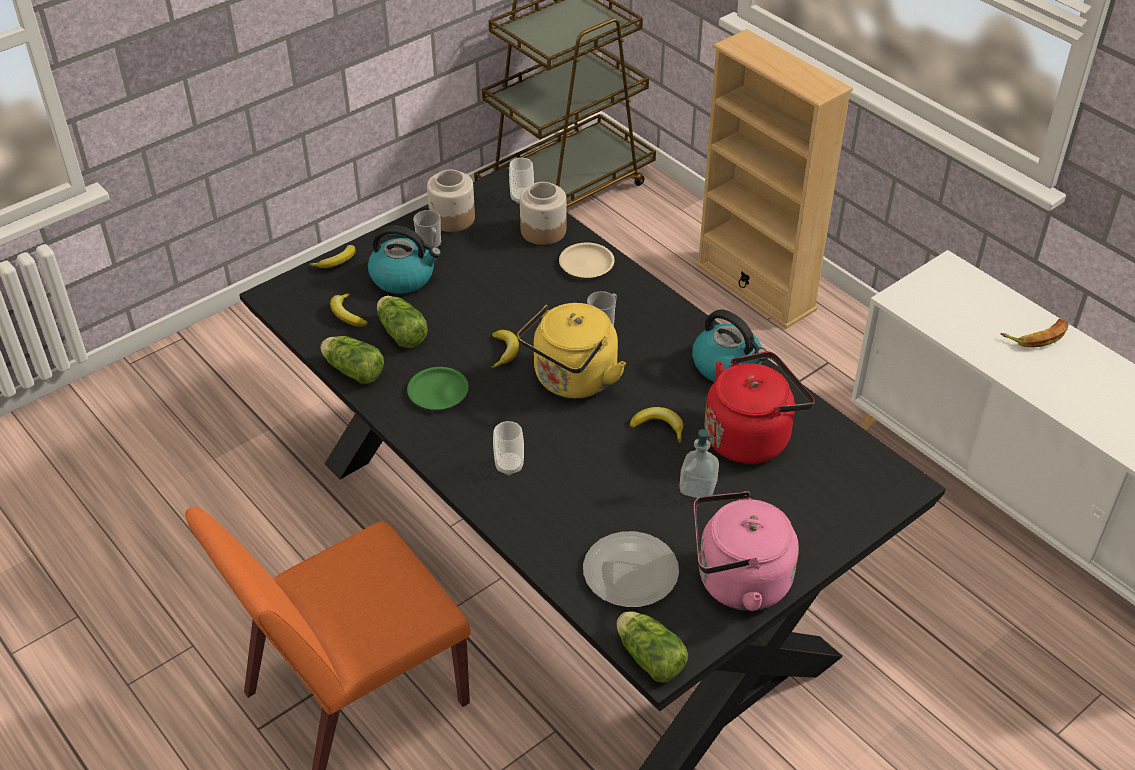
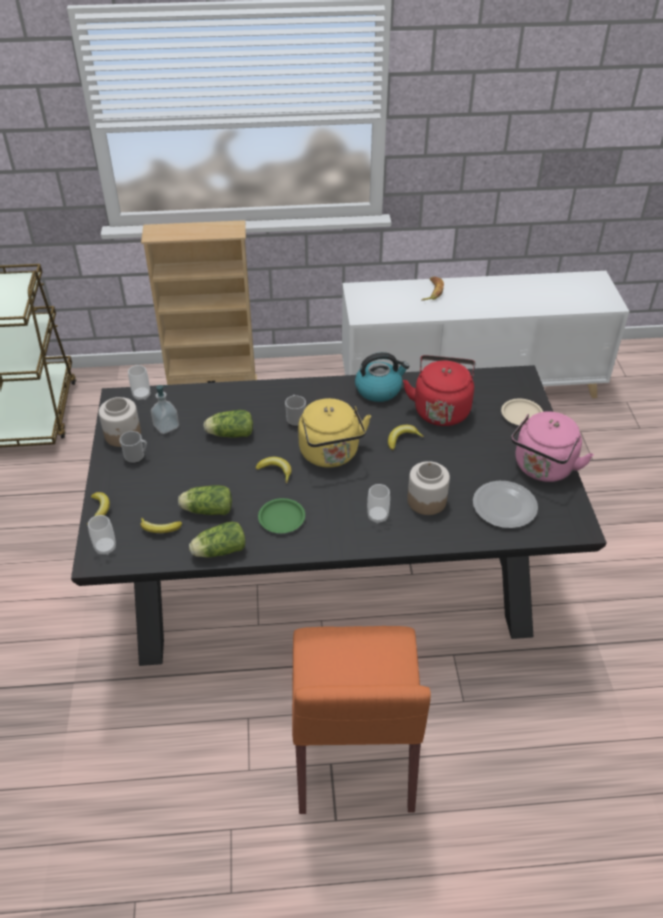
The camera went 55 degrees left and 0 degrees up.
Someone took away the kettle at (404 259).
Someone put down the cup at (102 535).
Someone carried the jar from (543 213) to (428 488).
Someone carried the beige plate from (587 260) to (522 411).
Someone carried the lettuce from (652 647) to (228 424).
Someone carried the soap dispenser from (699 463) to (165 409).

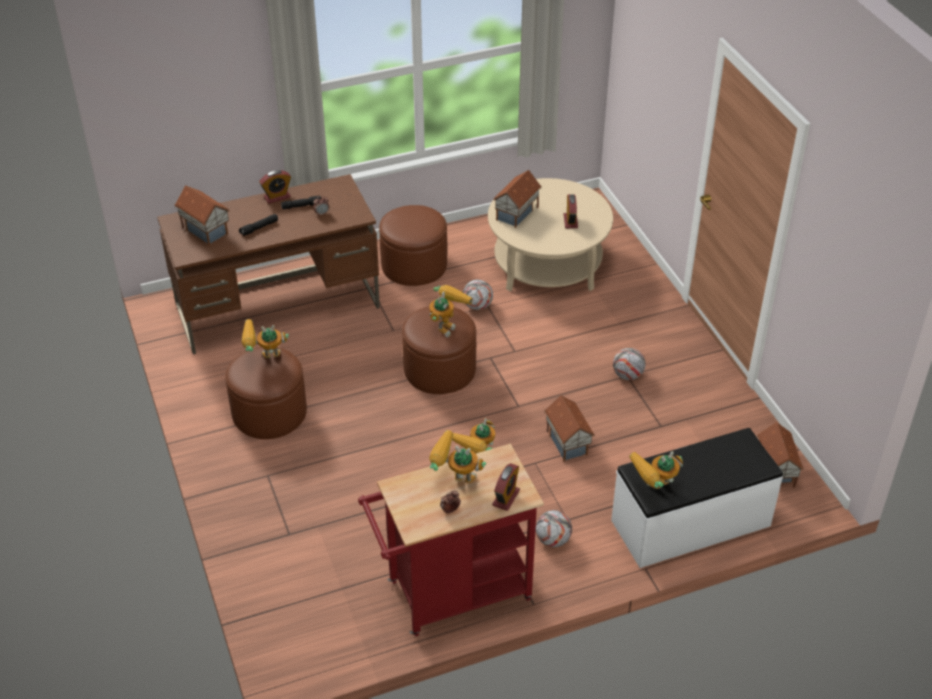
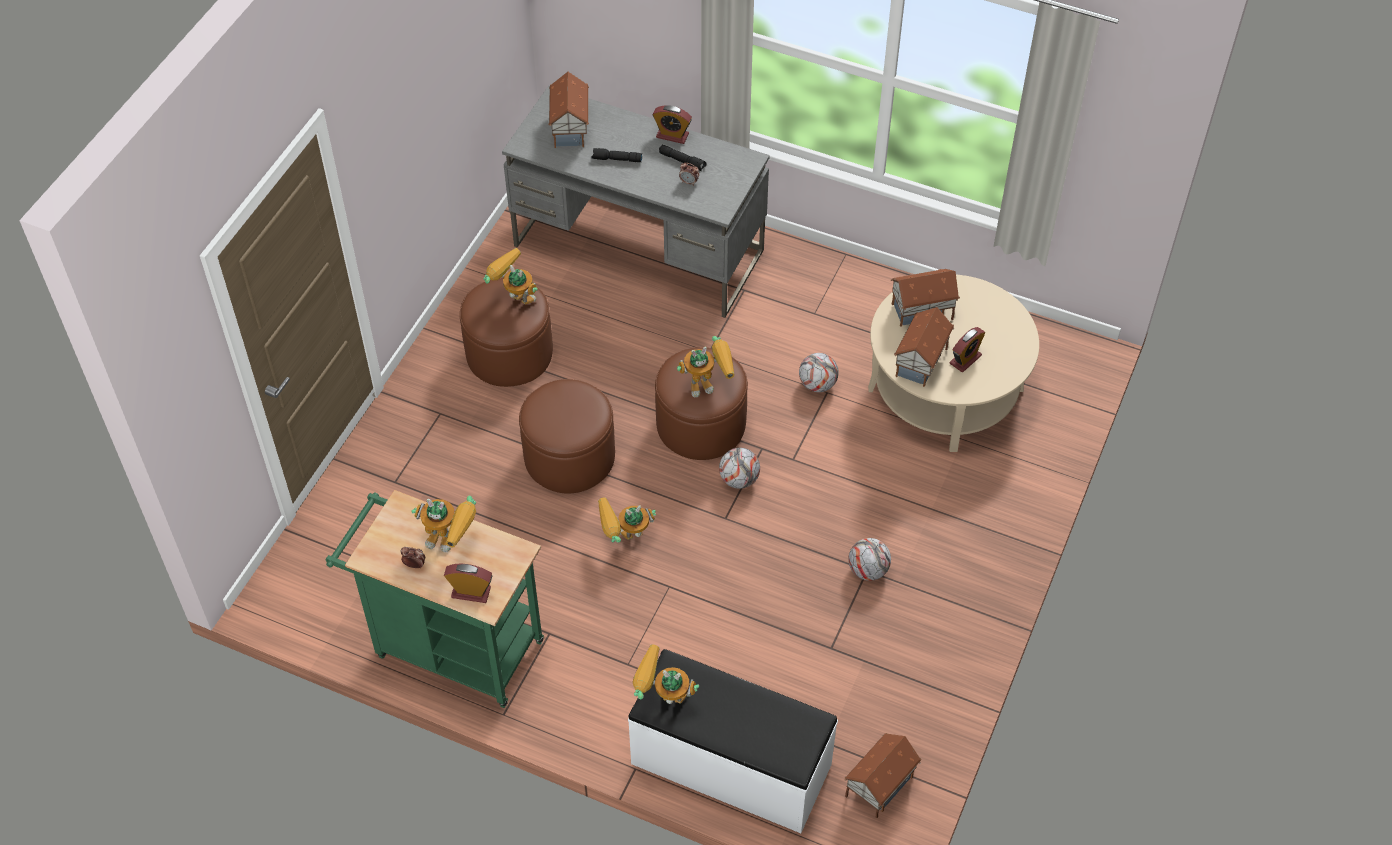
The camera went 45 degrees right and 10 degrees up.
Someone carried the brown ottoman from (413 245) to (567 436).
Someone carried the football from (554 528) to (739 468).
Someone carried the toy house from (569 428) to (924 347).
Someone repainted the brown desk at (268 264), which became the grey desk at (636 202).
Someone repainted the red cart at (451 540), which became the green cart at (435 599).
Someone rotated the toy robot at (457 456) by 135 degrees clockwise.
Someone rotated the alarm clock at (506 487) by 150 degrees counterclockwise.

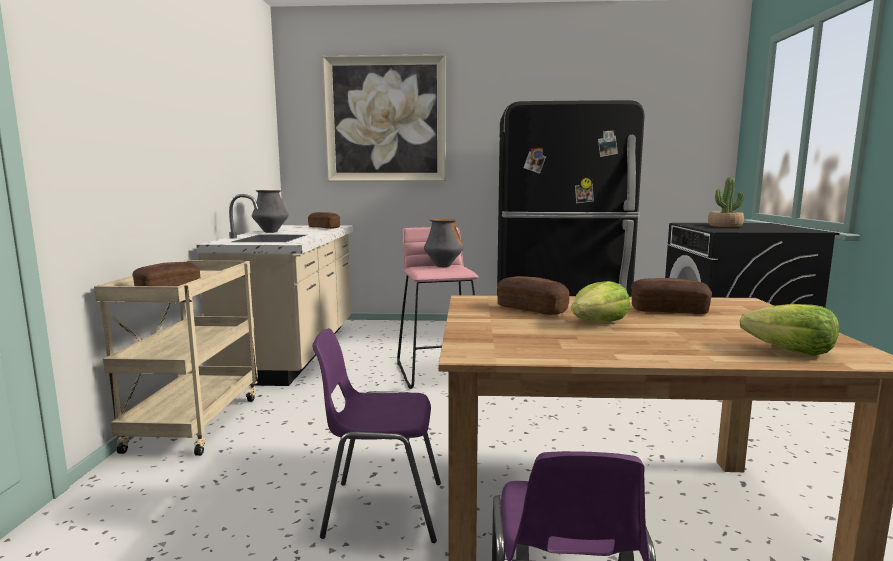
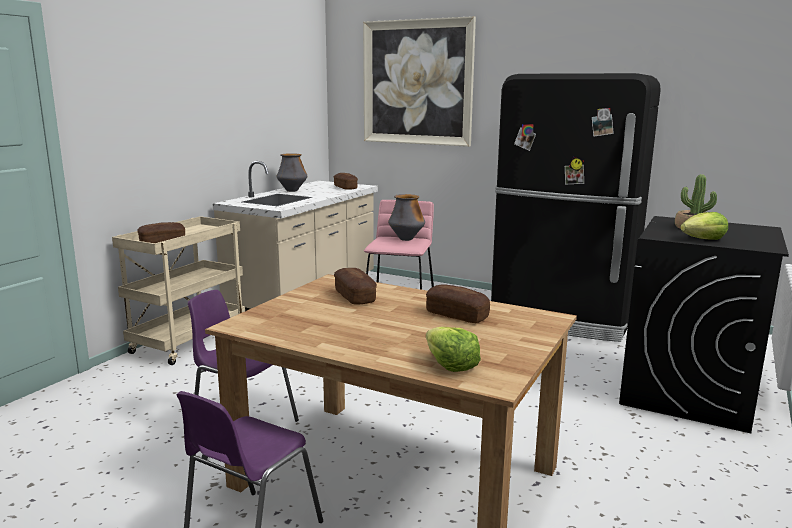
The camera went 25 degrees right and 5 degrees up.
Someone carried the lettuce from (600 301) to (704 226).

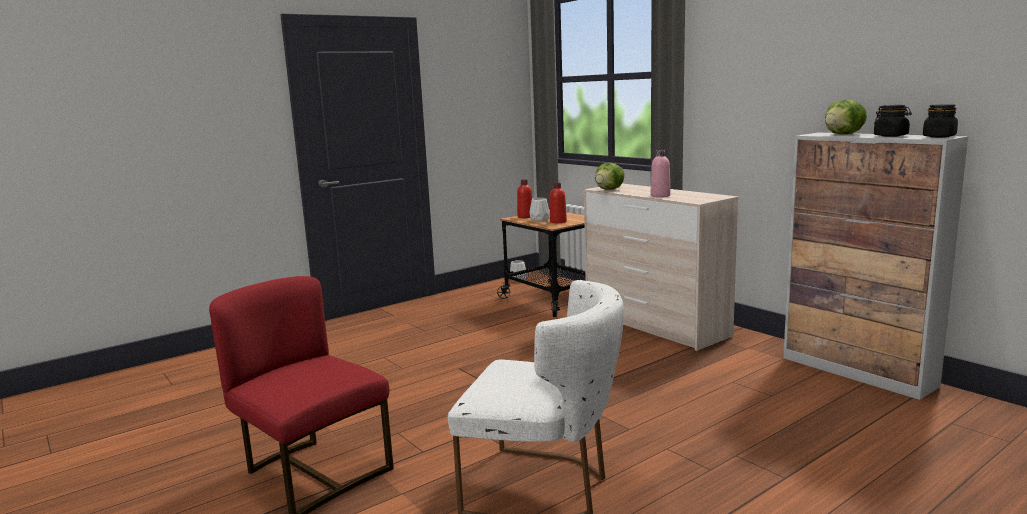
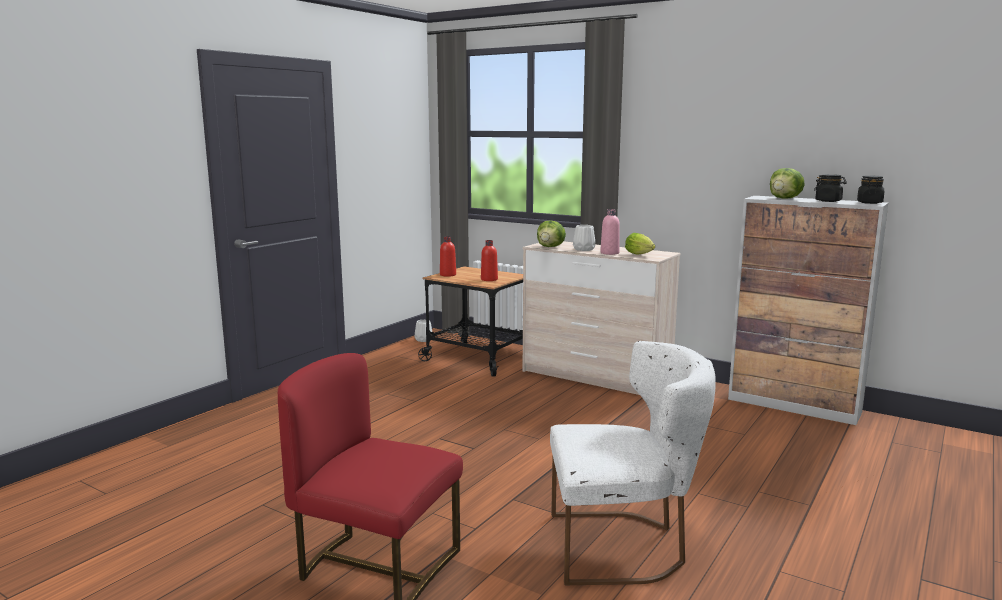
The camera went 20 degrees left and 0 degrees up.
Someone put down the lettuce at (640 244).
Someone carried the white vase from (539 210) to (584 238).

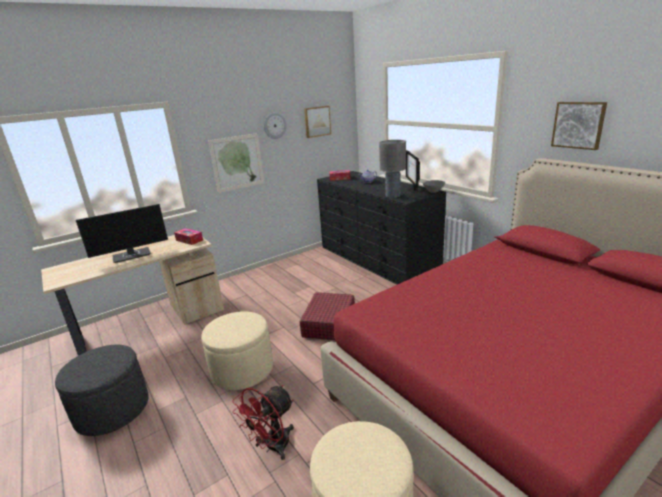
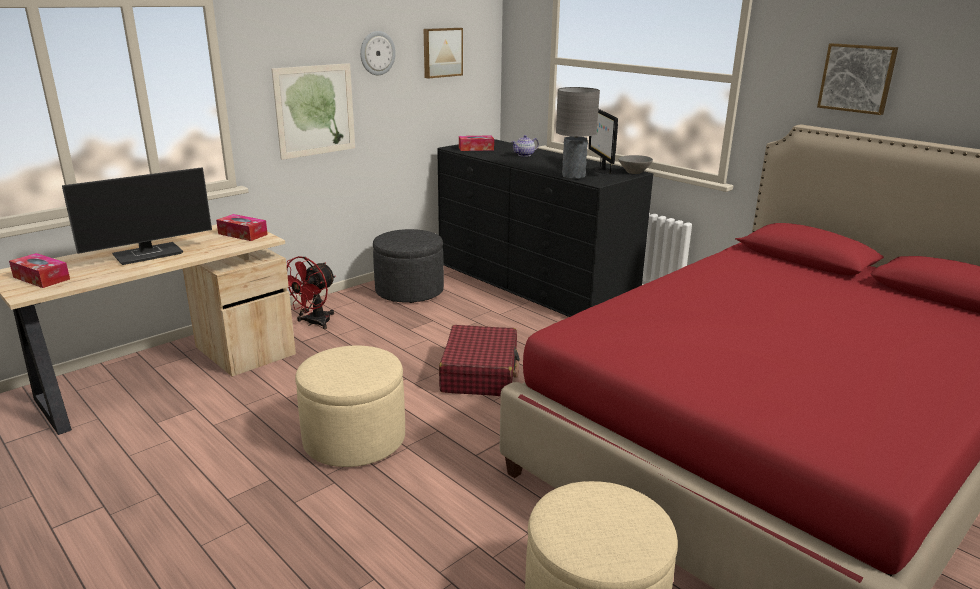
The camera went 10 degrees left and 0 degrees up.
Someone put down the tissue box at (39 270).
Someone carried the grey ottoman from (102 390) to (408 266).
Someone carried the red fan from (263 422) to (311 292).

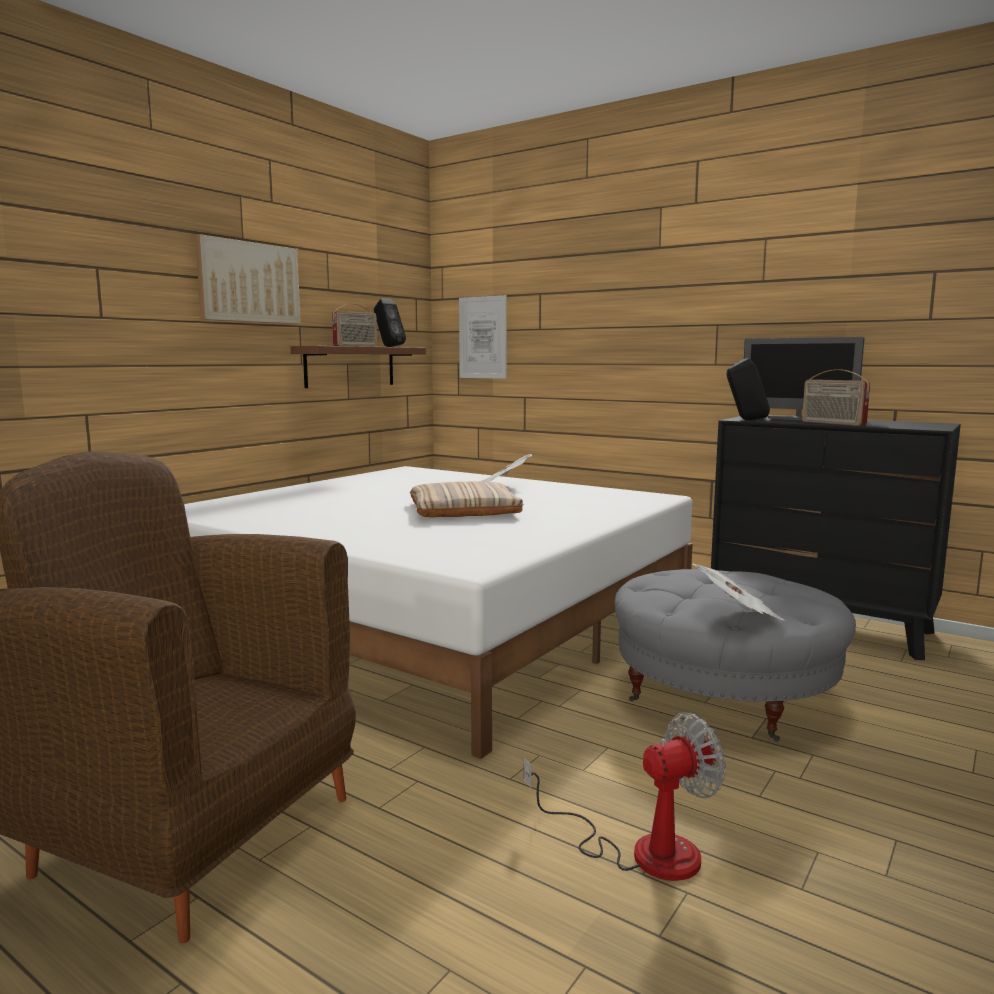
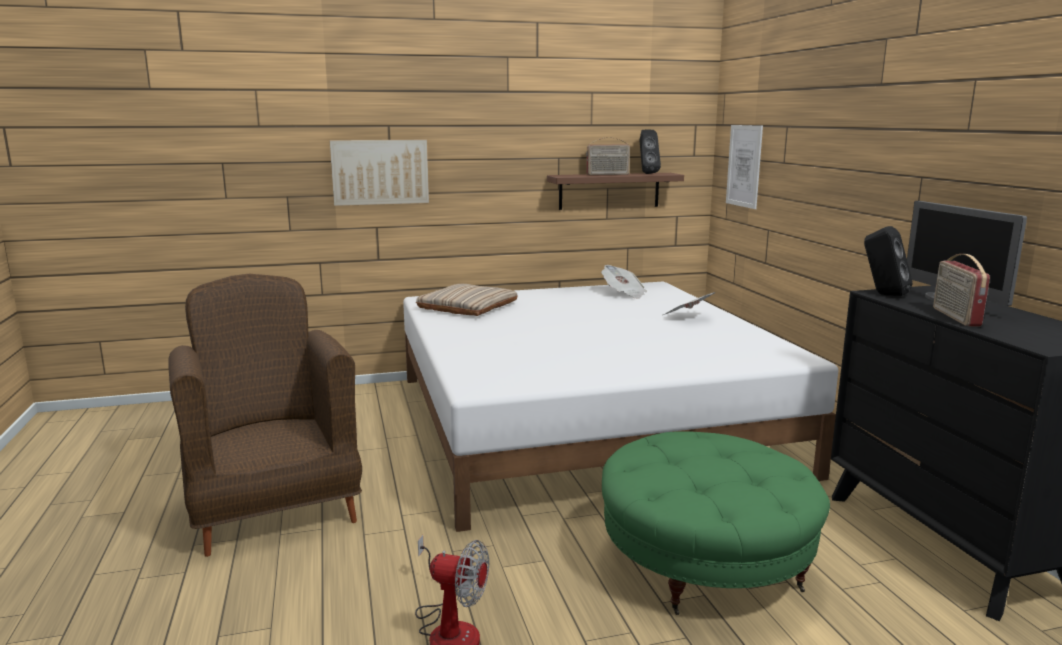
The camera went 40 degrees right and 5 degrees up.
Someone carried the picture from (248 279) to (379 173).
Someone carried the beige pillow from (466 499) to (467 300).
Someone carried the newspaper from (738 592) to (624 282).
Someone repainted the grey ottoman at (735 655), which became the green ottoman at (716 523).

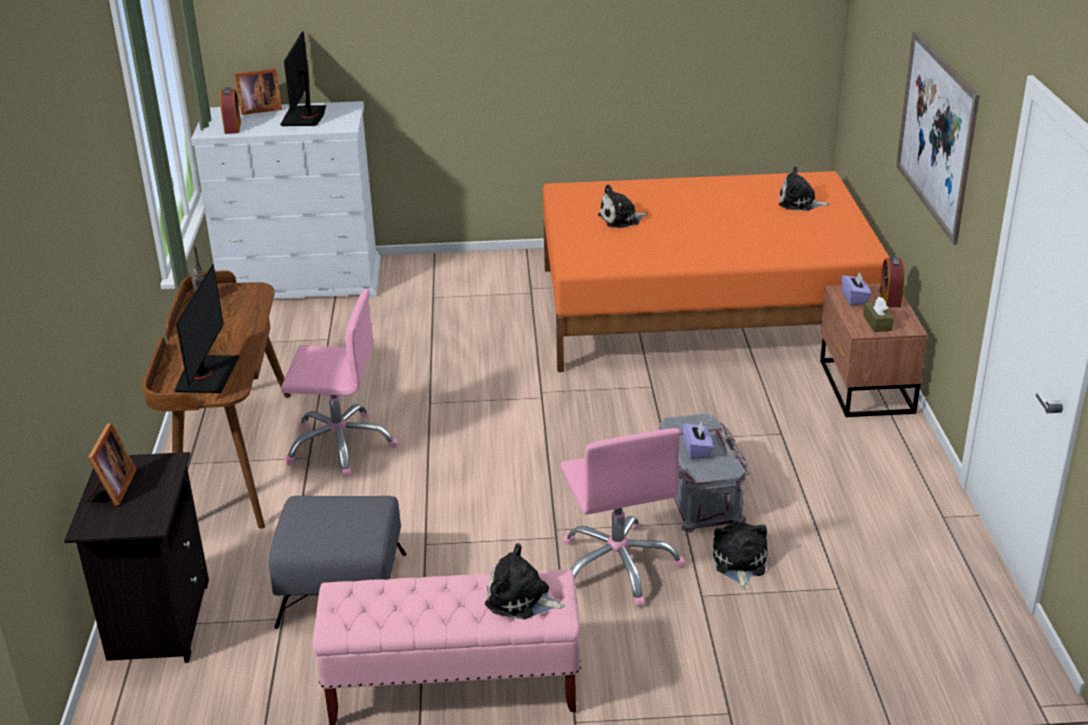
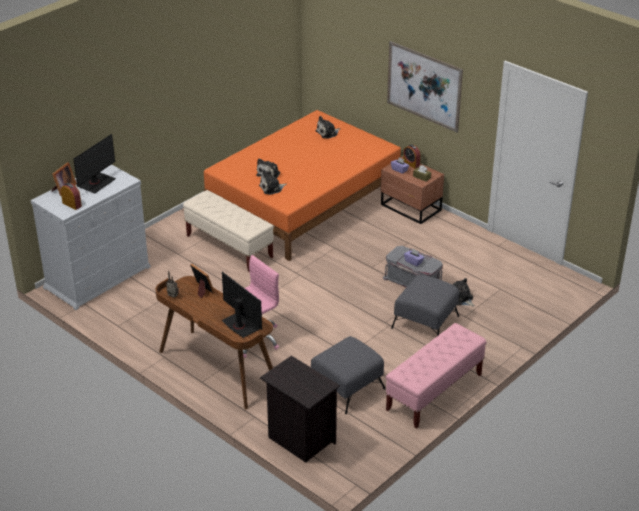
The camera went 45 degrees left and 5 degrees up.
Someone put down the beige bench at (228 231).
Someone carried the picture frame from (111 464) to (202 281).
Someone carried the plush toy from (525 581) to (273 182).
Someone swapped the pink office chair at (622 517) for the grey ottoman at (425 305).
Someone rotated the monitor at (303 78) by 105 degrees counterclockwise.

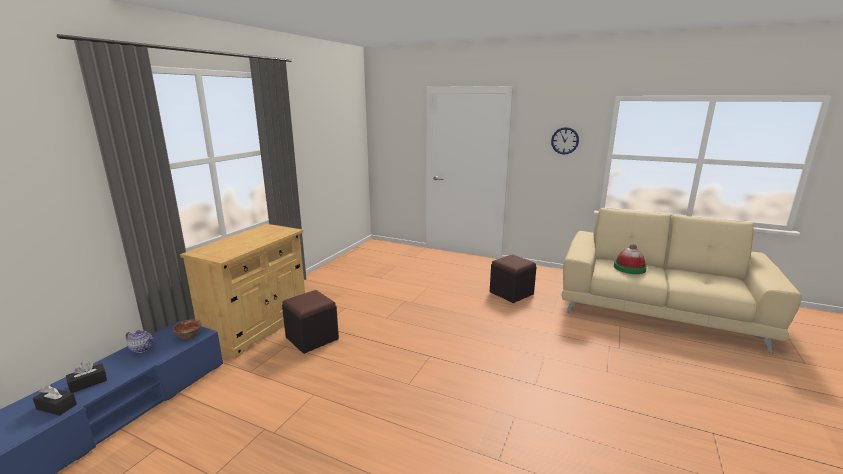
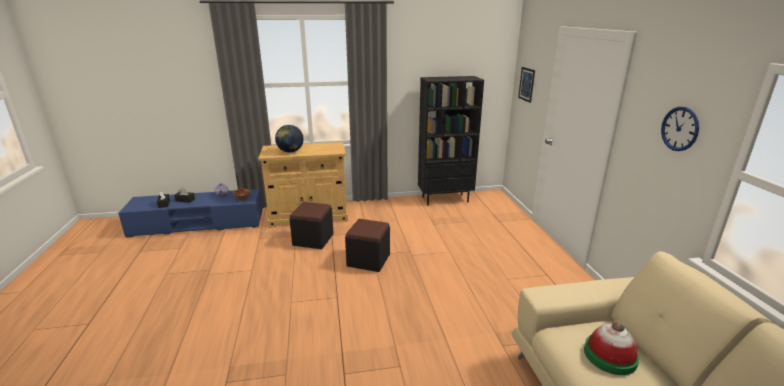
The camera went 55 degrees right and 5 degrees up.
Someone put down the globe at (289 139).
Someone put down the black bookcase at (451 141).
Someone put up the picture at (526 85).
Someone carried the black ottoman from (513 279) to (367 245).

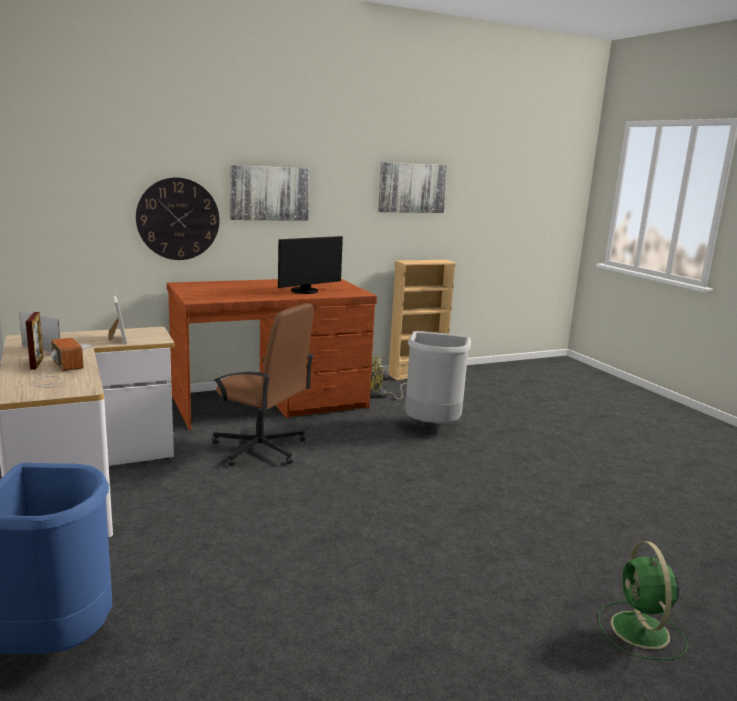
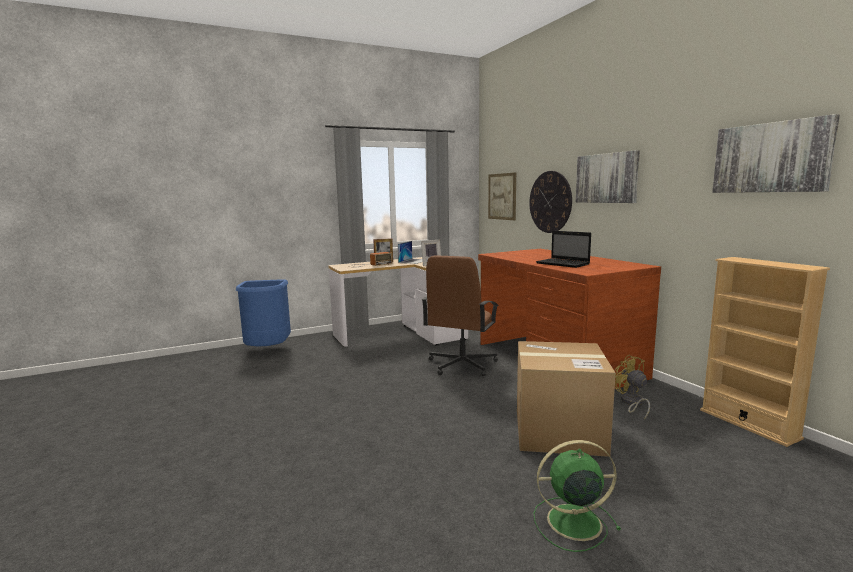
The camera went 90 degrees right and 5 degrees down.
Someone put up the picture at (502 196).
Someone carried the green fan from (643 600) to (577 496).
Someone swapped the monitor at (310 265) for the laptop at (563 249).
Someone swapped the grey trash can at (438 377) for the cardboard box at (566 399).

